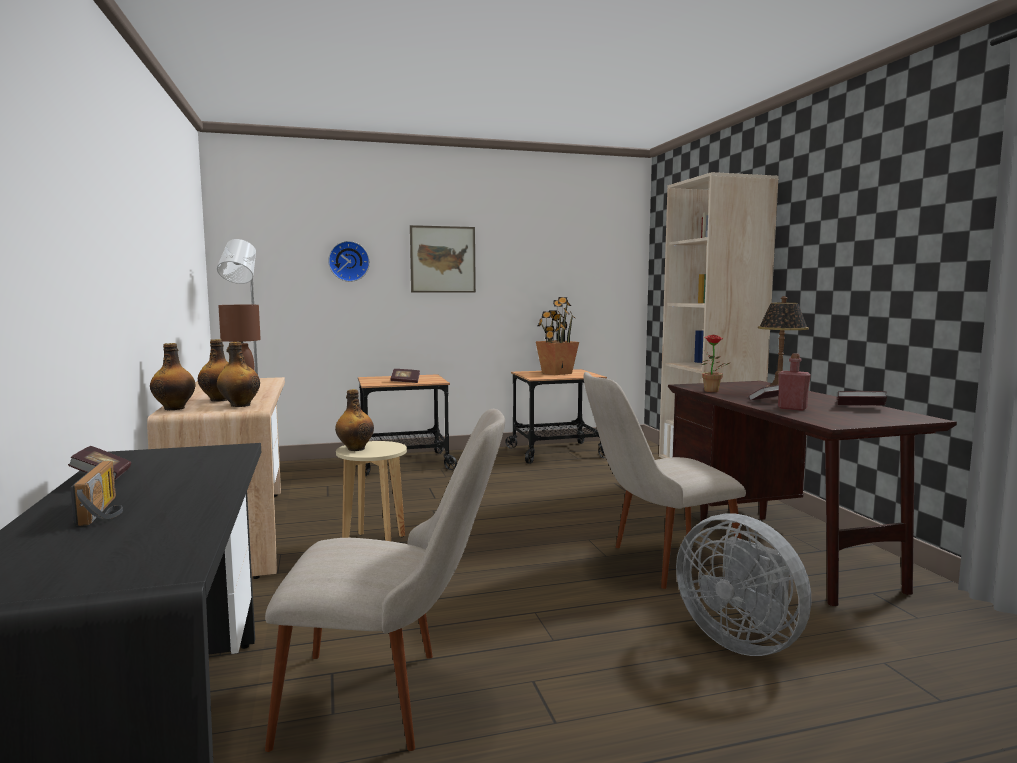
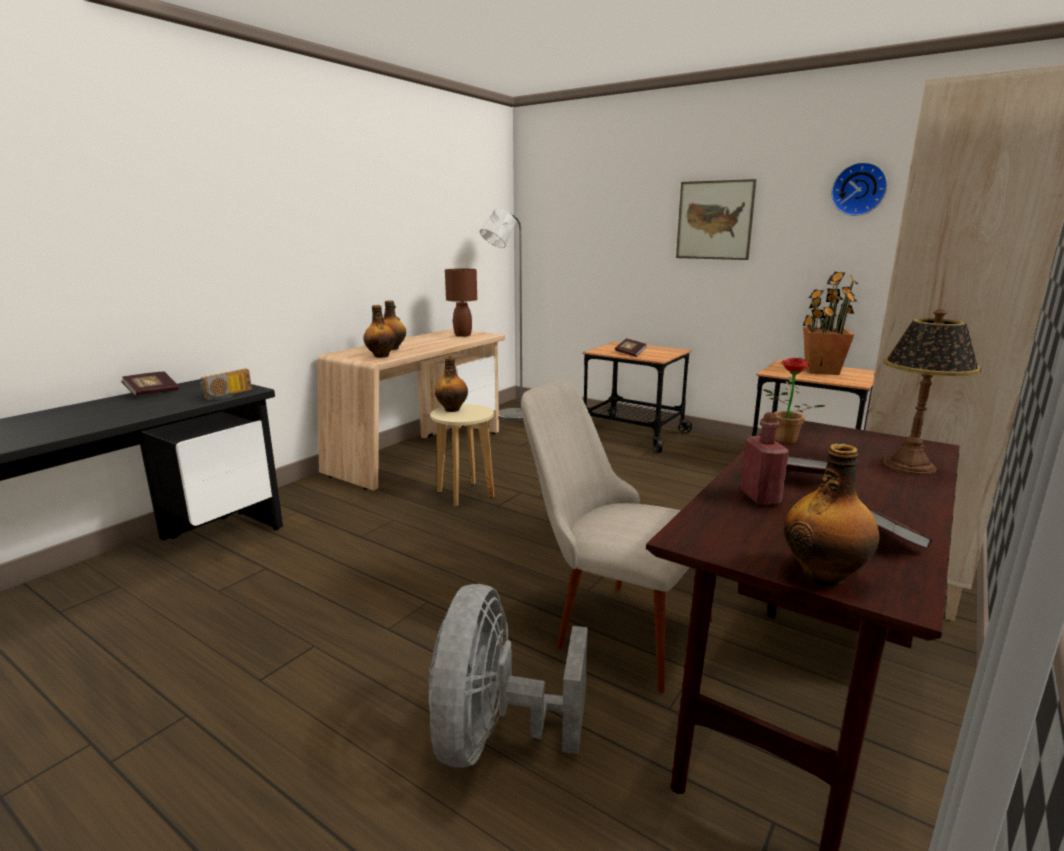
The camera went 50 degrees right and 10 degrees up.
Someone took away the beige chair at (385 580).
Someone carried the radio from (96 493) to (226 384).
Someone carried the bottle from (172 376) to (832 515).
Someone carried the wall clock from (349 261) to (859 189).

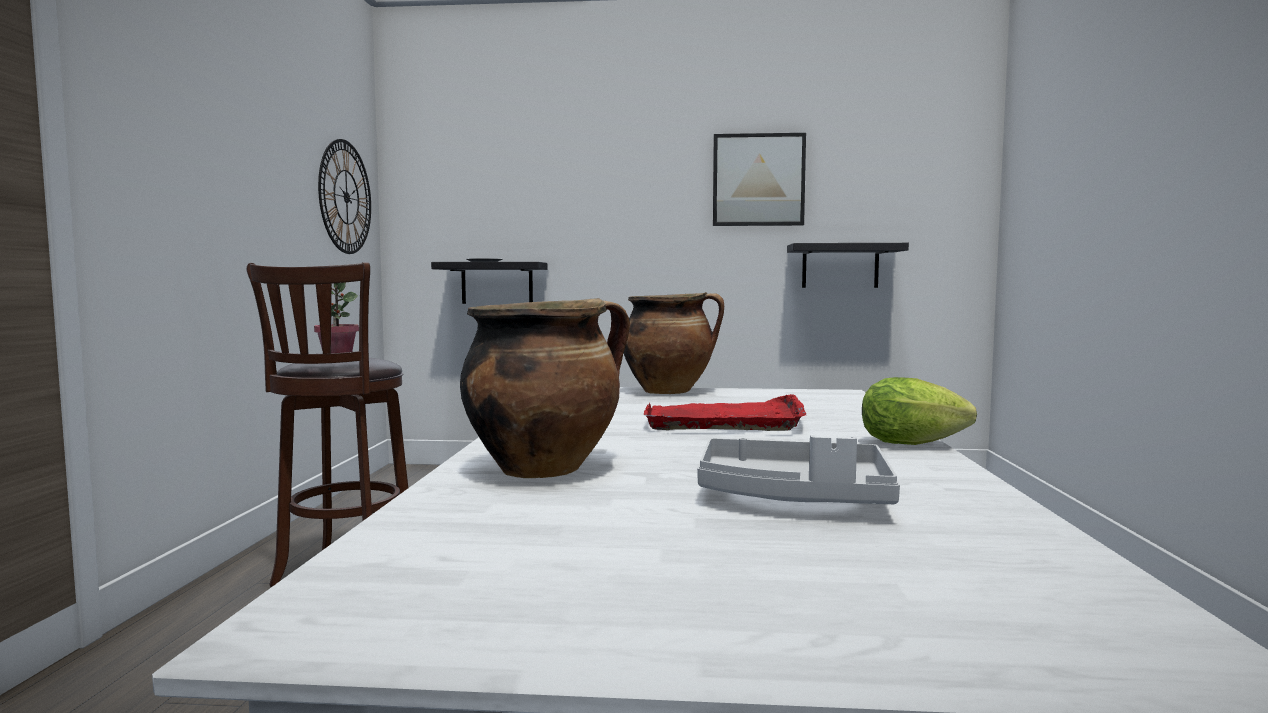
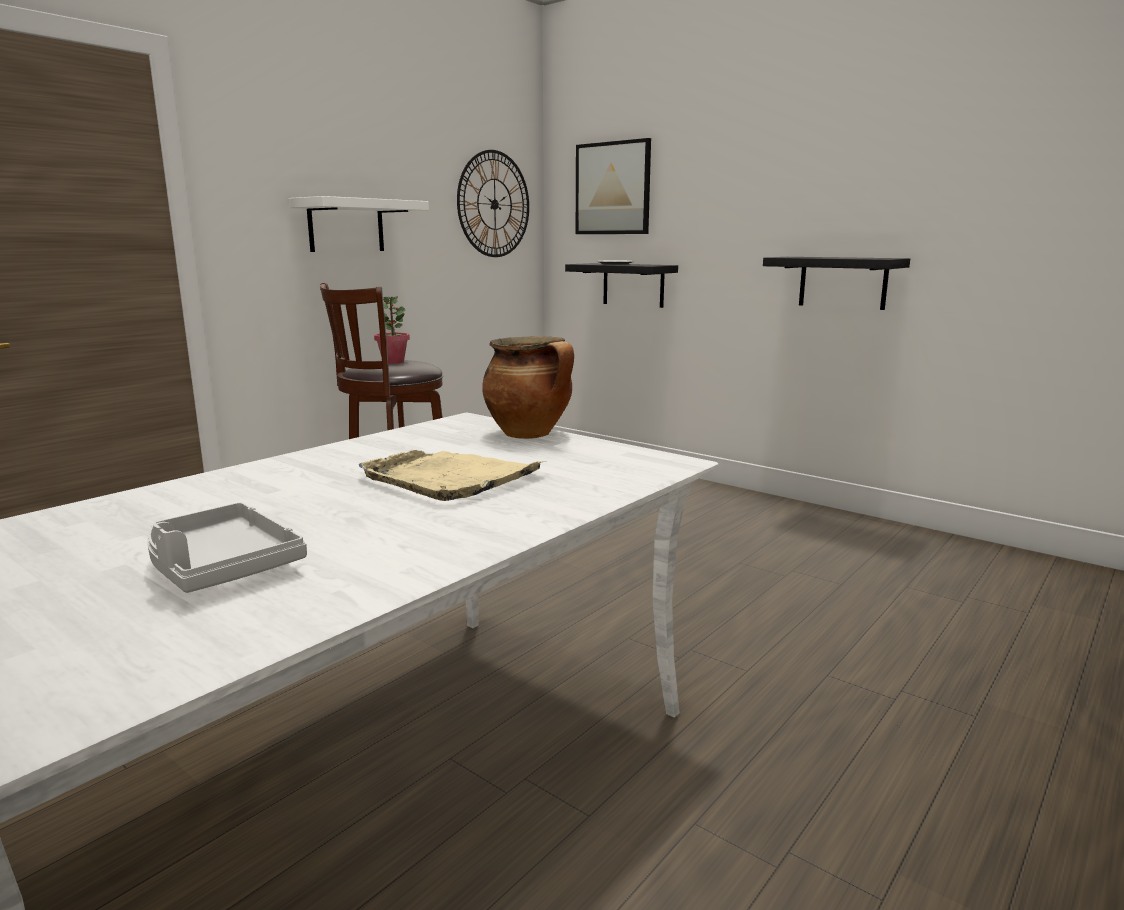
The camera went 35 degrees right and 10 degrees up.
Someone took away the cooking pot at (545 388).
Someone took away the lettuce at (919 411).
Someone put up the white shelf at (359 224).
Someone carried the picture from (759 179) to (613 186).
Someone carried the black shelf from (848 265) to (836 283).
Someone repainted the red tray at (725 412), which became the beige tray at (452 475).

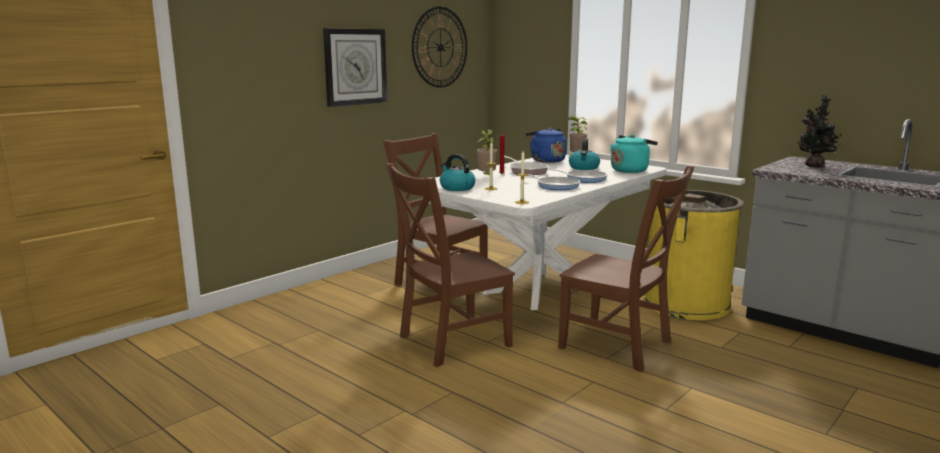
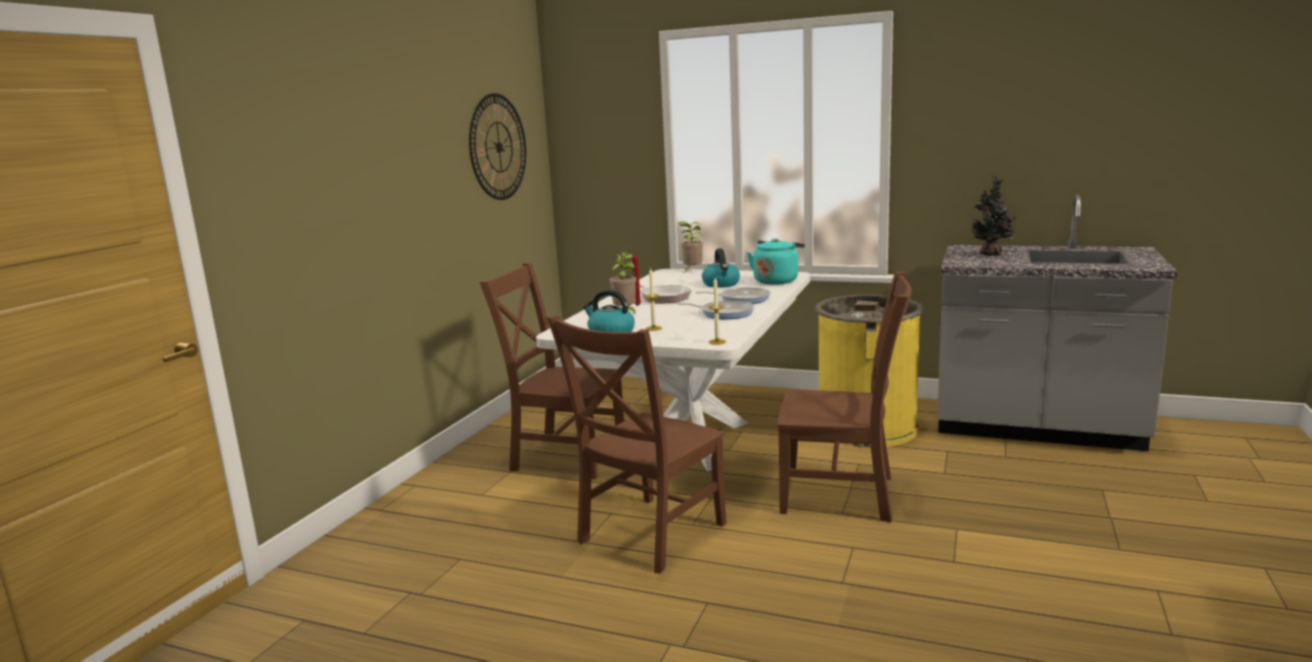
The camera went 20 degrees left and 0 degrees up.
Someone took away the wall clock at (355 67).
Someone took away the blue kettle at (545 145).

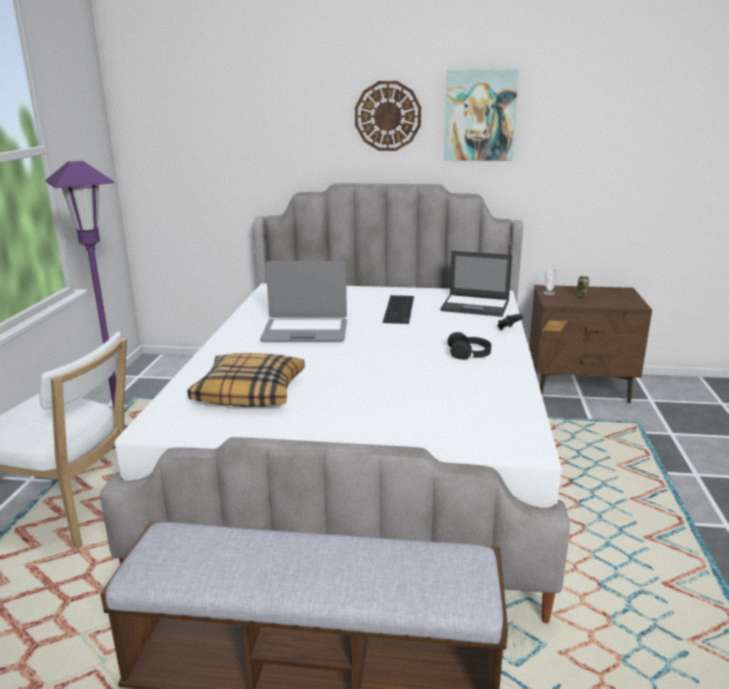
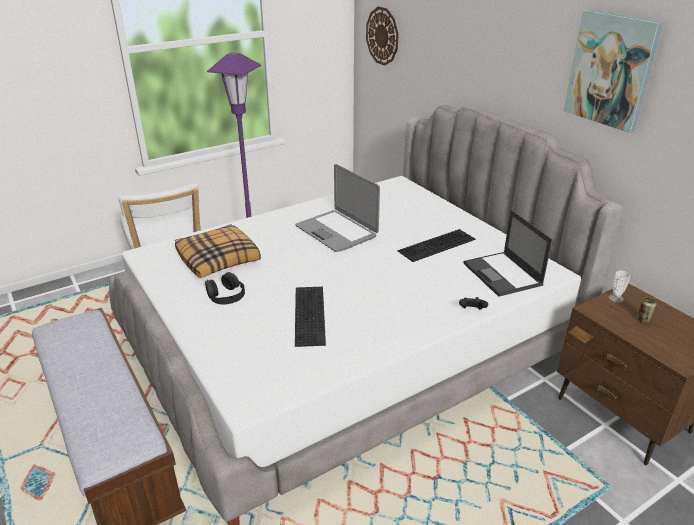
The camera went 50 degrees right and 10 degrees up.
Someone put down the keyboard at (310 317).
Someone carried the wall clock from (388 116) to (382 36).
Someone carried the black headphones from (469 346) to (225 288).

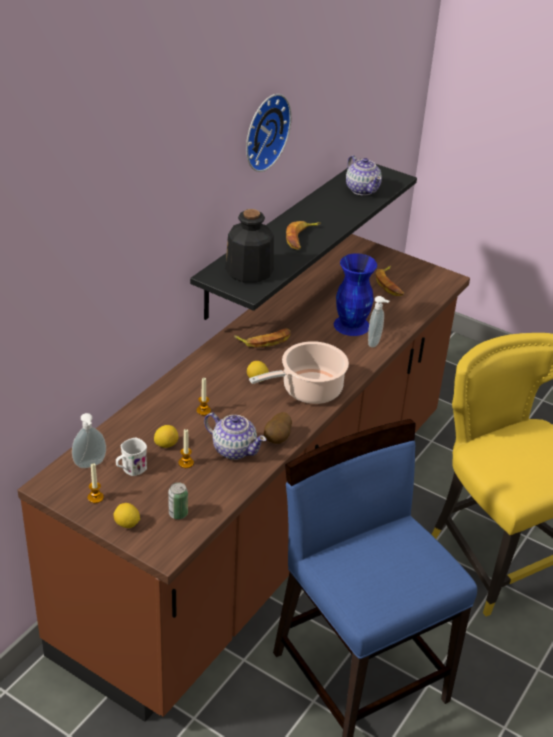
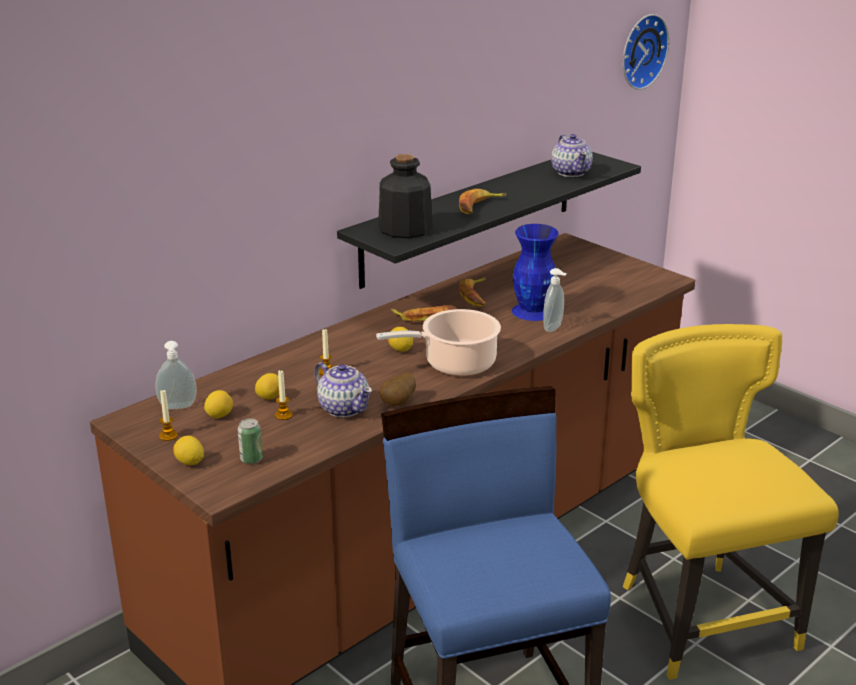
The camera went 15 degrees right and 10 degrees down.
Someone carried the wall clock from (269 133) to (646 52).
Someone carried the banana from (390 281) to (472 292).
Someone swapped the white mug at (131 457) for the lemon at (218 404).

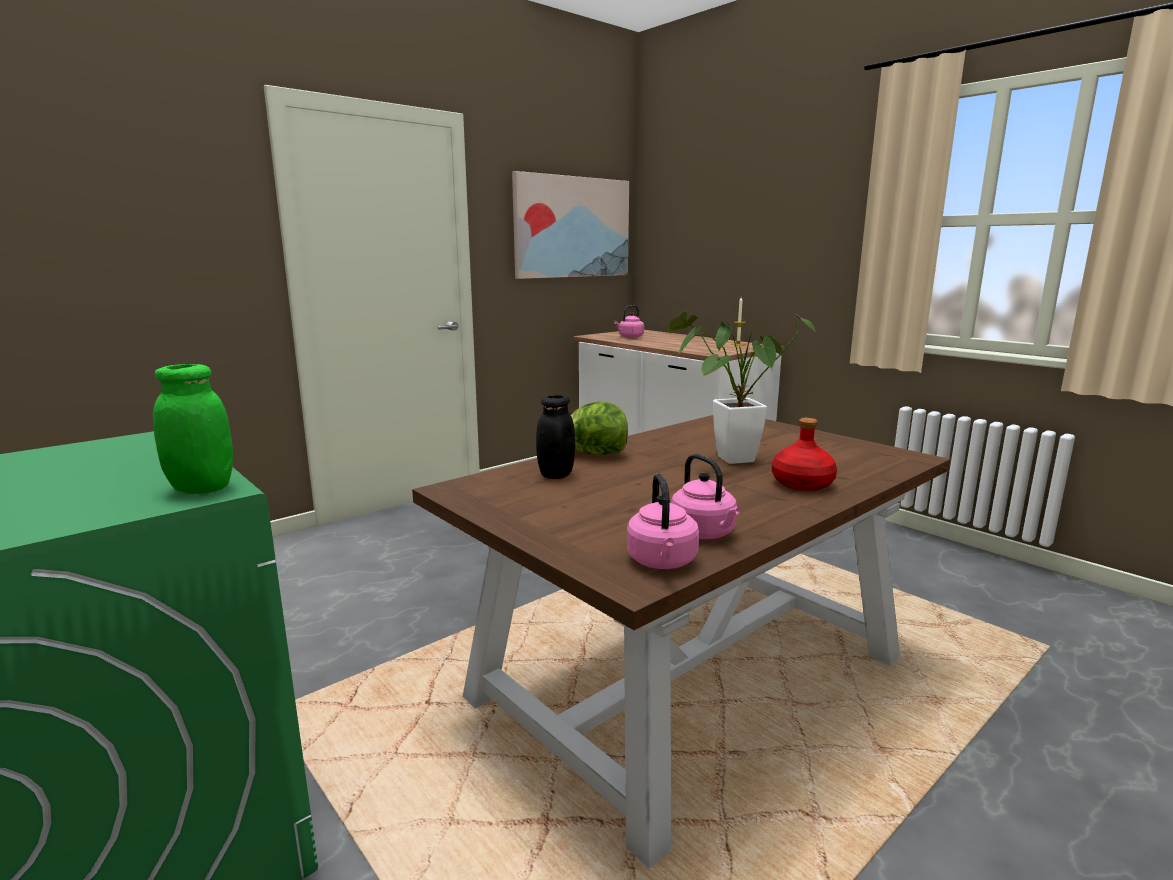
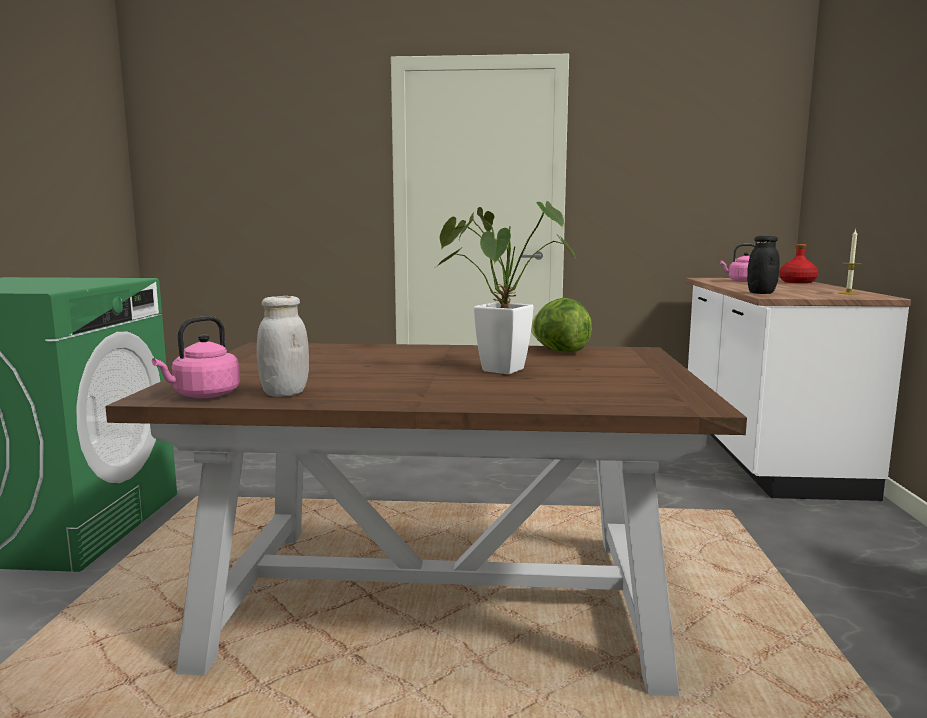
The camera went 45 degrees right and 5 degrees down.
Someone took away the green jar at (193 429).
Someone took away the picture at (570 225).
Someone carried the black jar from (555 437) to (763 265).
Someone carried the lettuce from (599 428) to (561 325).
Someone carried the red bottle from (804 454) to (798 263).
Someone swapped the pink kettle at (705 496) for the white jar at (283 346).

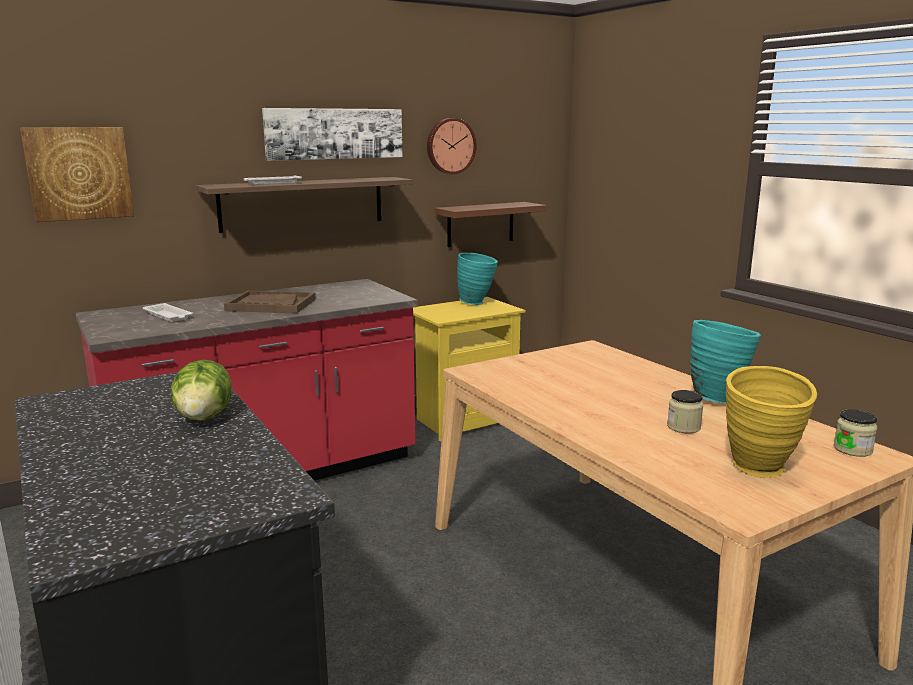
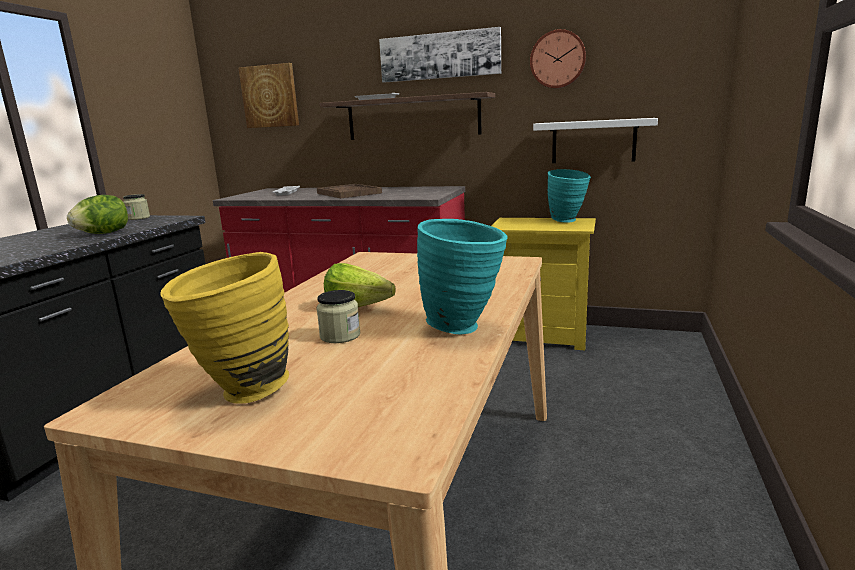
The camera went 50 degrees right and 0 degrees up.
Someone put down the lettuce at (360 285).
Someone carried the jar from (856 433) to (136 207).
Someone repainted the brown shelf at (490 224), which became the white shelf at (595 140).

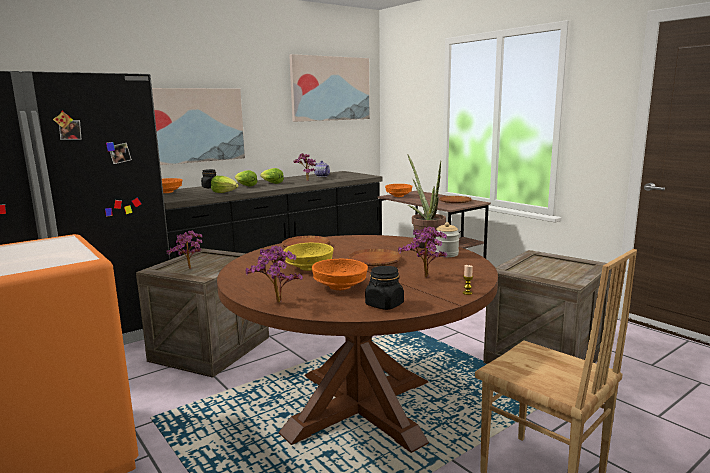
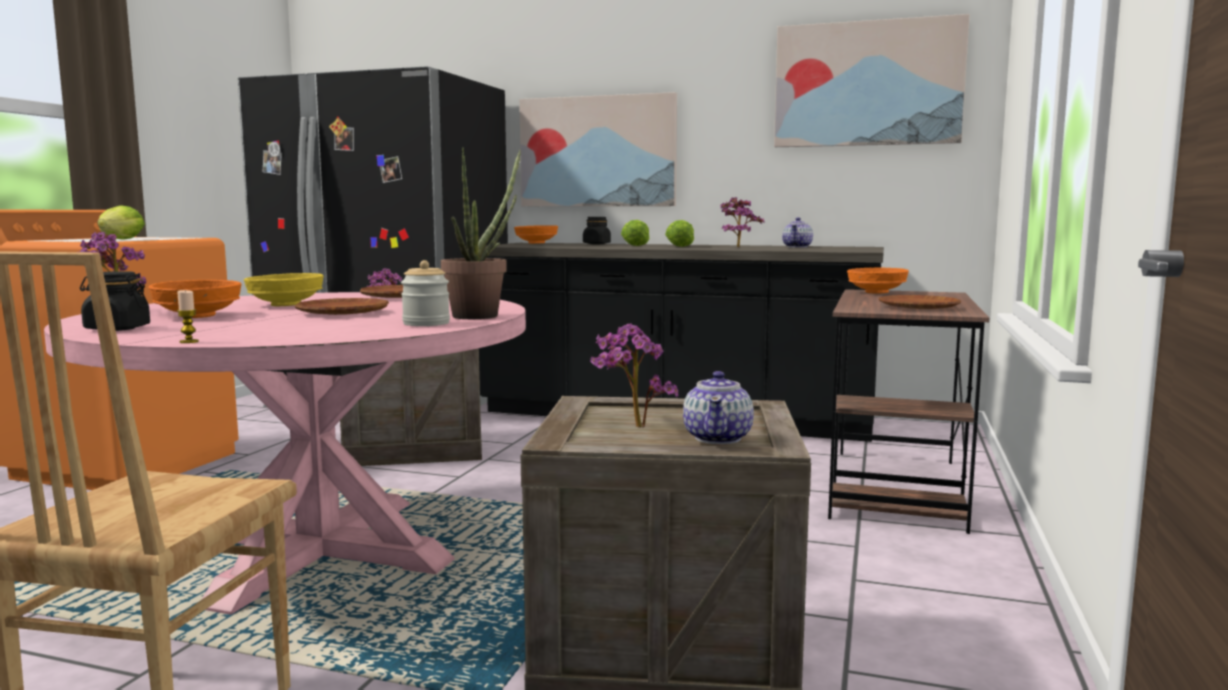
The camera went 55 degrees right and 5 degrees down.
Someone put down the teapot at (718 407).
Someone carried the lettuce from (225 184) to (121 222).
Someone carried the potted plant from (422 252) to (634 375).
Someone repainted the brown dining table at (357 344), which became the pink dining table at (285 453).

